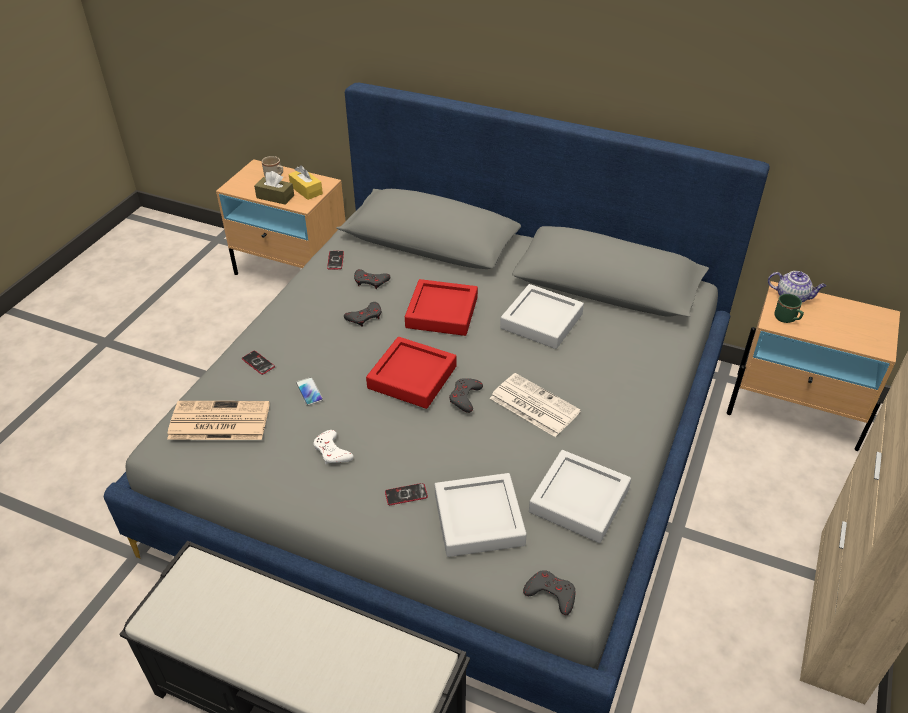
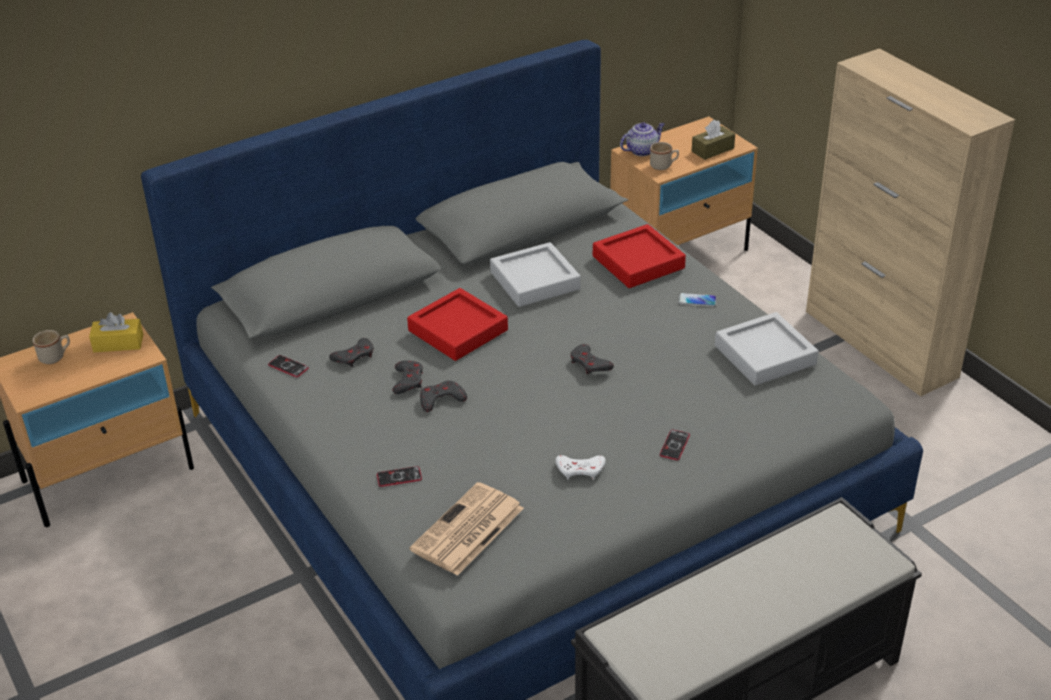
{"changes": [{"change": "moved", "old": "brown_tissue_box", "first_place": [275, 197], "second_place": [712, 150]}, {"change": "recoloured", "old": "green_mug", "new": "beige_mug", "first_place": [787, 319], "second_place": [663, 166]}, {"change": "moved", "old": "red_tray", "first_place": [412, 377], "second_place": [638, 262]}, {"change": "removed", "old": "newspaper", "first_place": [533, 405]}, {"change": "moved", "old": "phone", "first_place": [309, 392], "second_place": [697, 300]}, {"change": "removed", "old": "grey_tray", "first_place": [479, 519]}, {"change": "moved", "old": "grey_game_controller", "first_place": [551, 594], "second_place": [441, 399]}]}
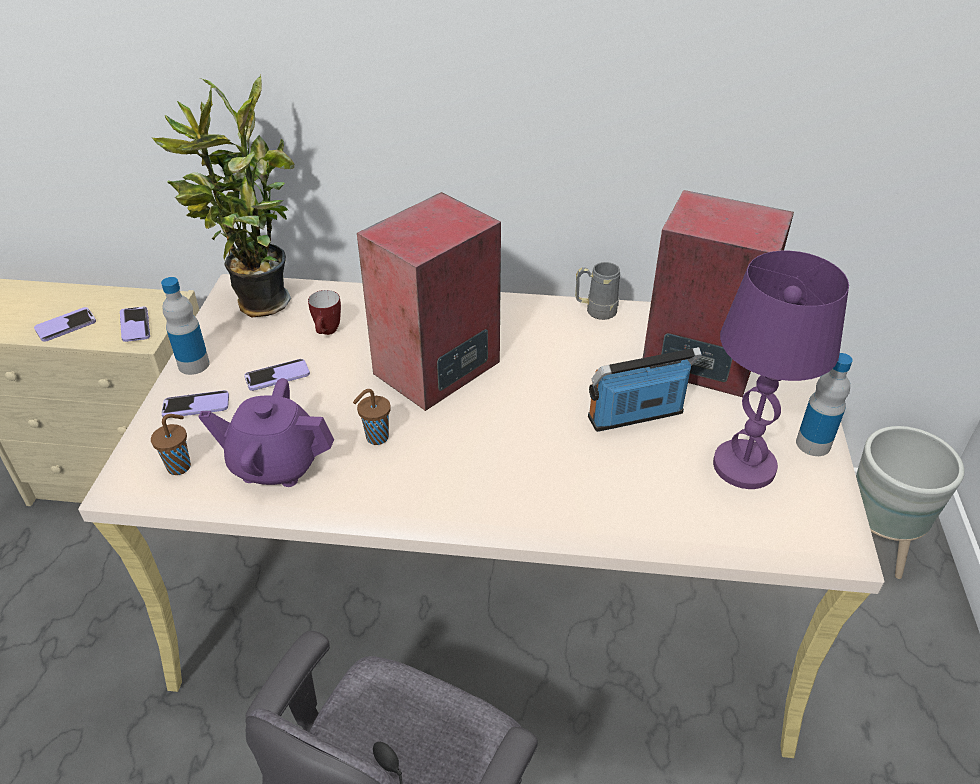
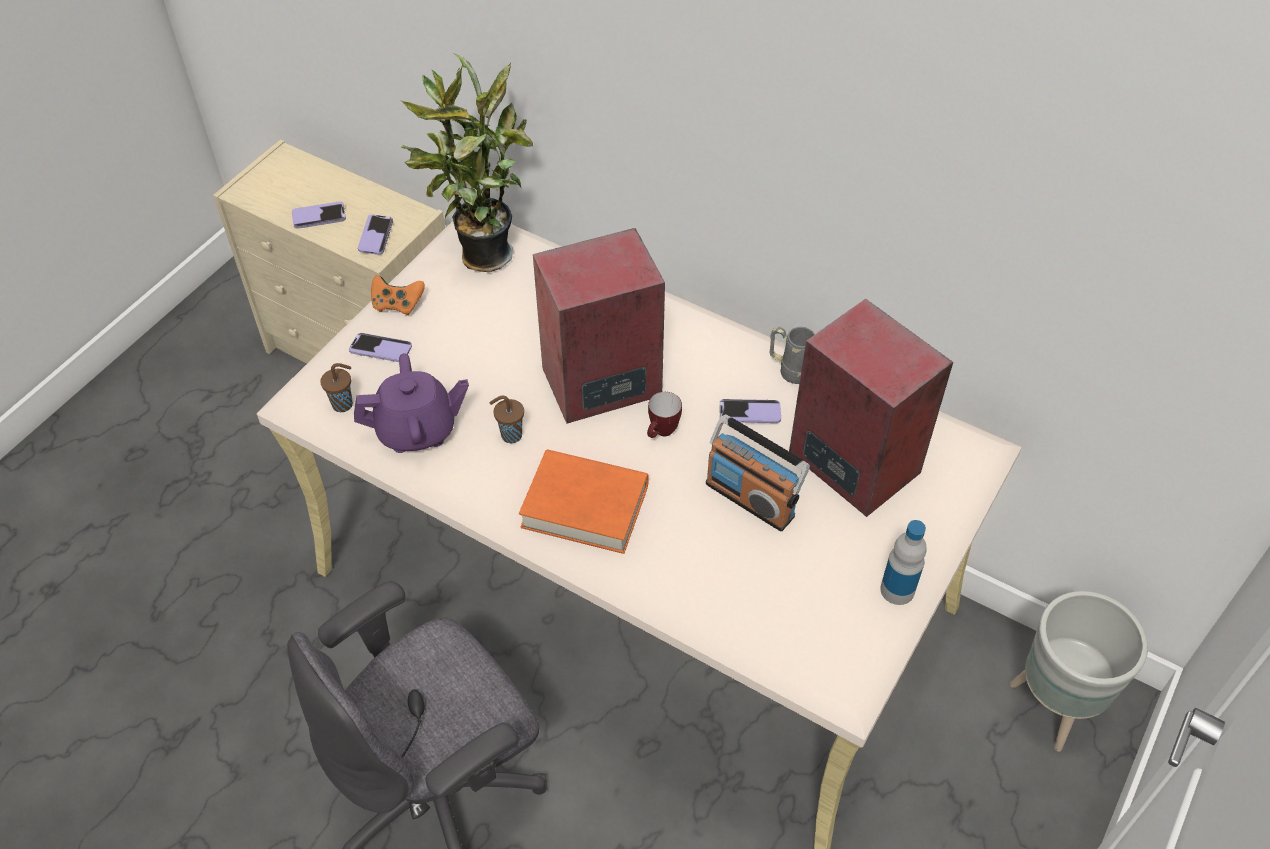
{"changes": [{"change": "removed", "old": "purple_table_lamp", "first_place": [745, 466]}, {"change": "replaced", "old": "bottle", "new": "orange_game_controller", "first_place": [194, 364], "second_place": [397, 304]}, {"change": "moved", "old": "mug", "first_place": [327, 333], "second_place": [662, 433]}, {"change": "turned", "old": "radio", "first_place": [636, 416], "second_place": [750, 499], "degrees": -150}, {"change": "moved", "old": "phone", "first_place": [277, 376], "second_place": [749, 412]}, {"change": "turned", "old": "purple_teapot", "first_place": [275, 464], "second_place": [417, 430], "degrees": 135}, {"change": "added", "new": "orange_book", "second_place": [585, 506]}]}
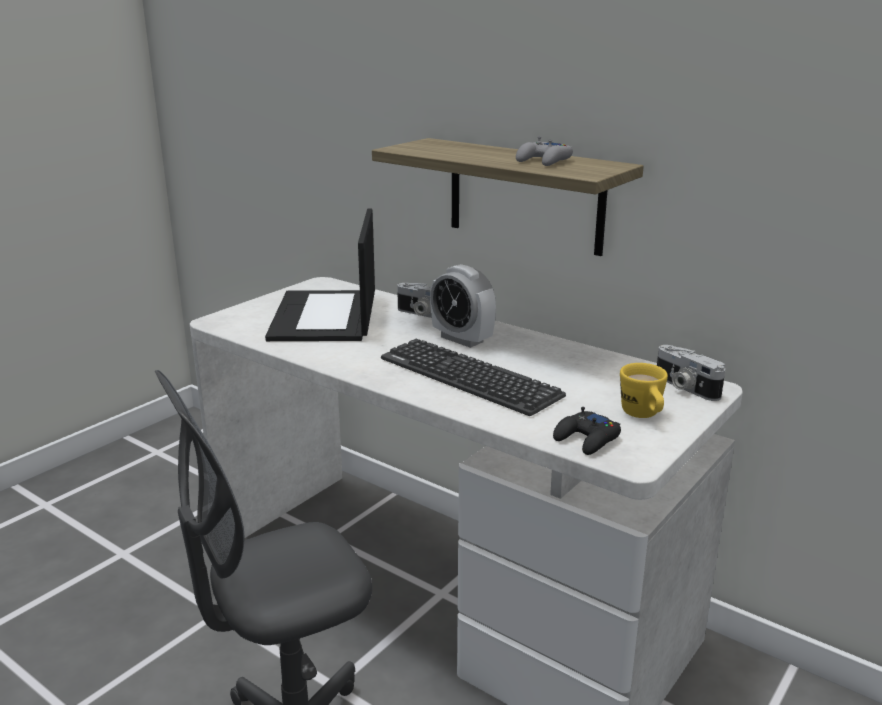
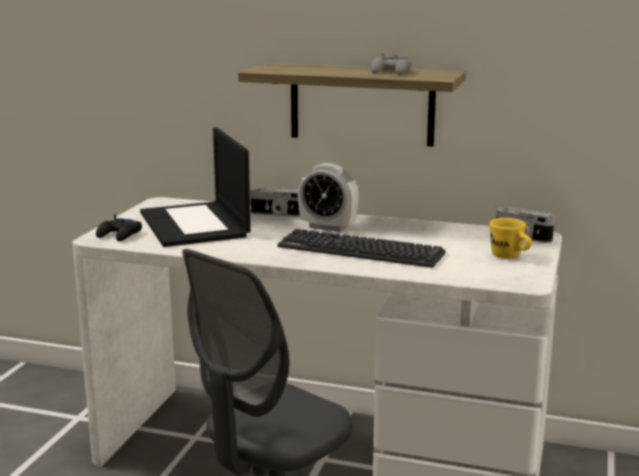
{"changes": [{"change": "moved", "old": "black_game_controller", "first_place": [587, 439], "second_place": [120, 235]}]}
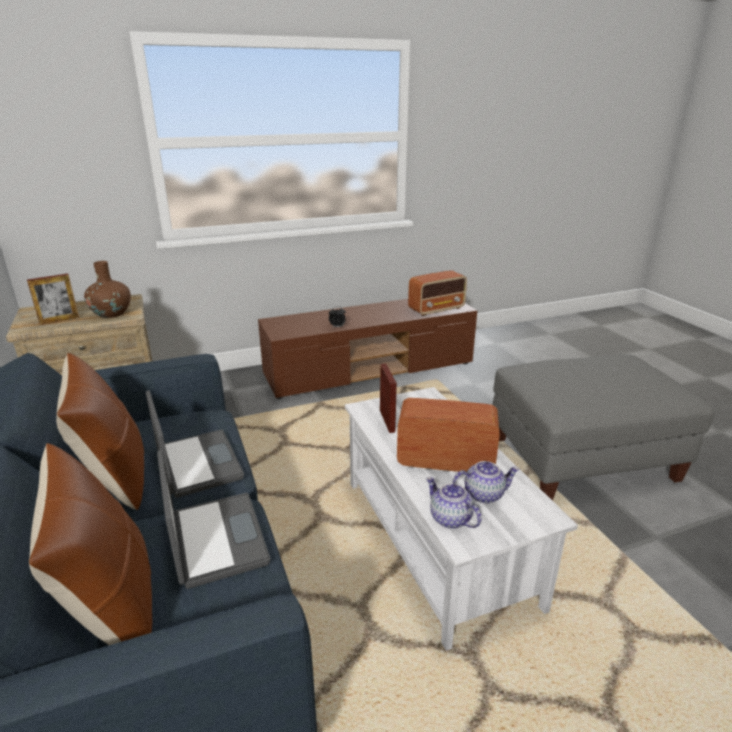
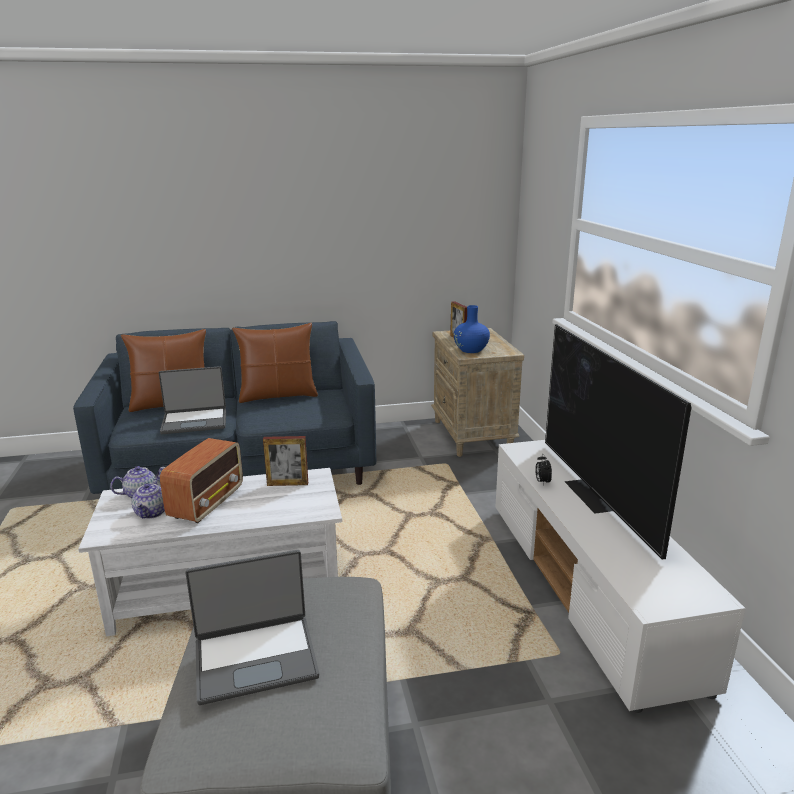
{"changes": [{"change": "recoloured", "old": "brown_vase", "new": "blue_vase", "first_place": [111, 313], "second_place": [471, 350]}, {"change": "removed", "old": "radio", "first_place": [437, 309]}, {"change": "recoloured", "old": "brown_tv_stand", "new": "white_tv_stand", "first_place": [370, 369], "second_place": [588, 588]}, {"change": "moved", "old": "laptop", "first_place": [197, 464], "second_place": [255, 658]}, {"change": "added", "new": "television", "second_place": [596, 495]}]}
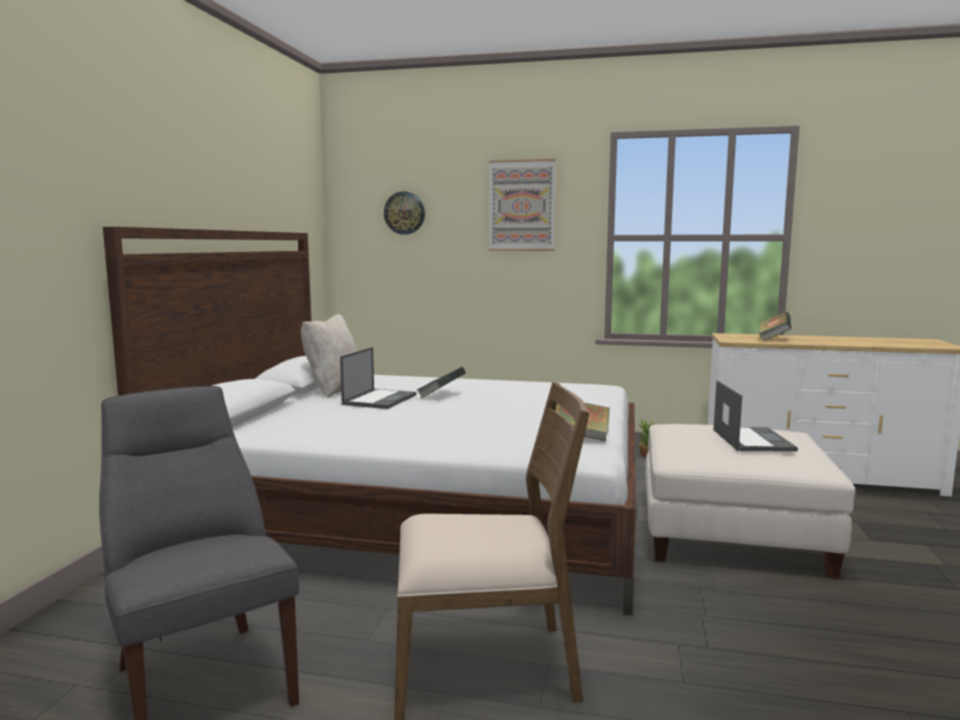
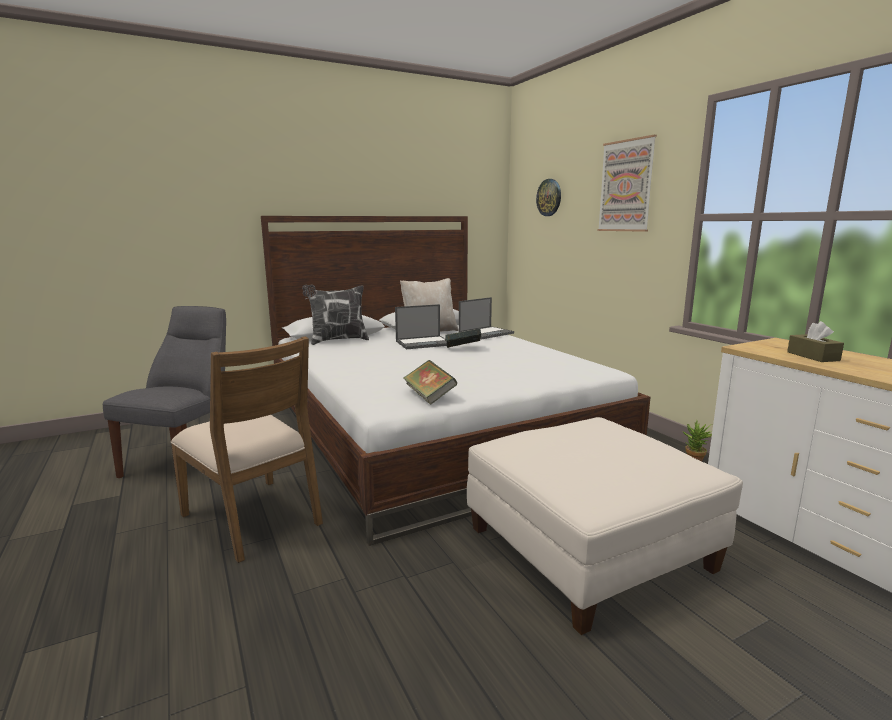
{"changes": [{"change": "replaced", "old": "book", "new": "brown_tissue_box", "first_place": [773, 339], "second_place": [813, 356]}, {"change": "moved", "old": "laptop", "first_place": [752, 440], "second_place": [486, 333]}, {"change": "added", "new": "pillow", "second_place": [337, 340]}]}
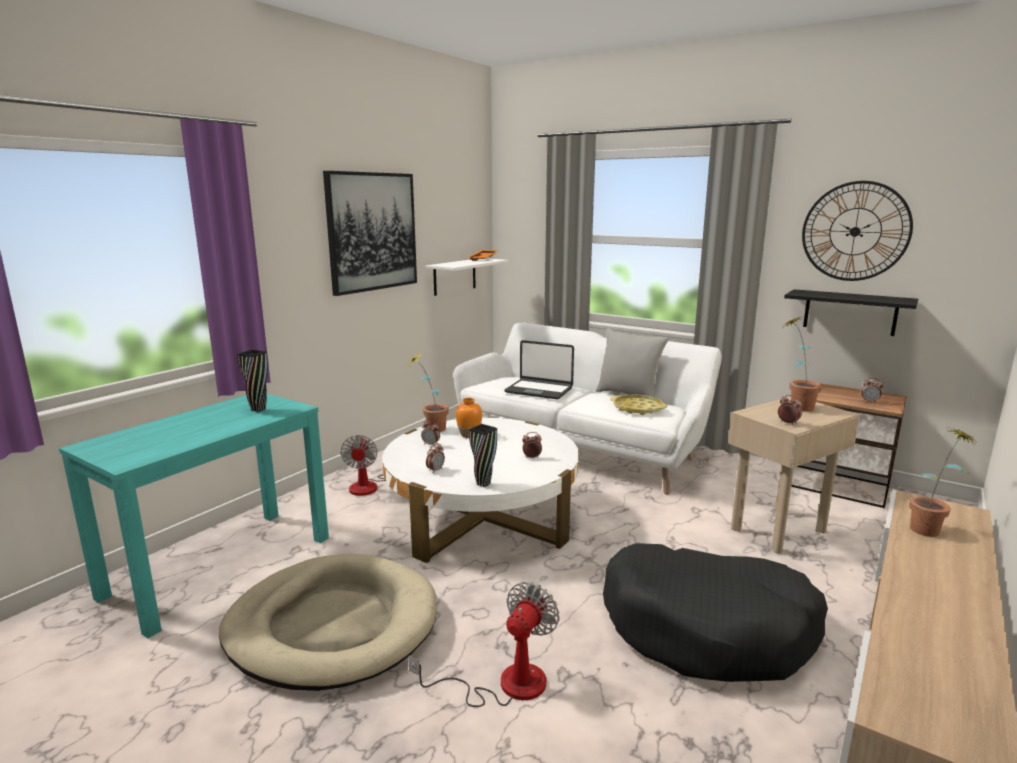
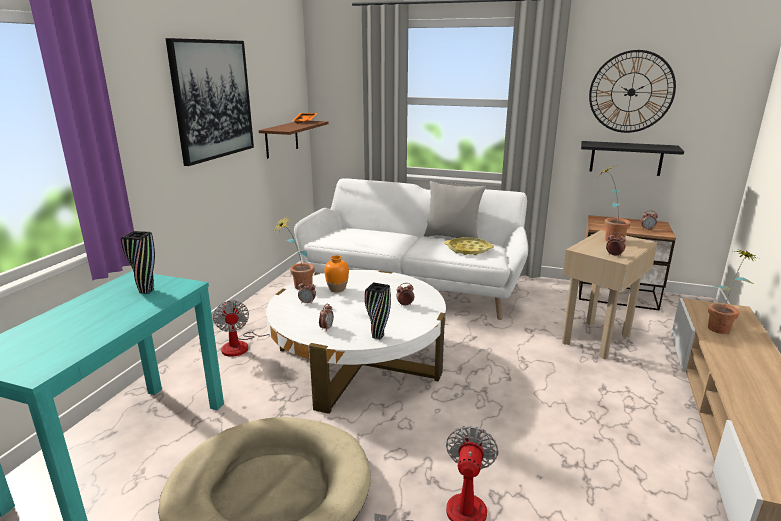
{"changes": [{"change": "recoloured", "old": "white_shelf", "new": "brown_shelf", "first_place": [454, 276], "second_place": [281, 139]}, {"change": "removed", "old": "laptop", "first_place": [539, 390]}, {"change": "removed", "old": "black_dog_bed", "first_place": [708, 629]}]}
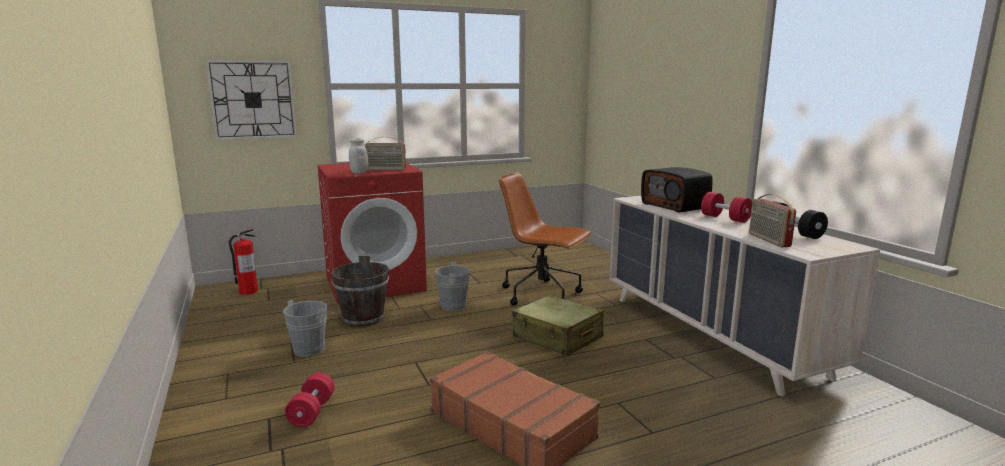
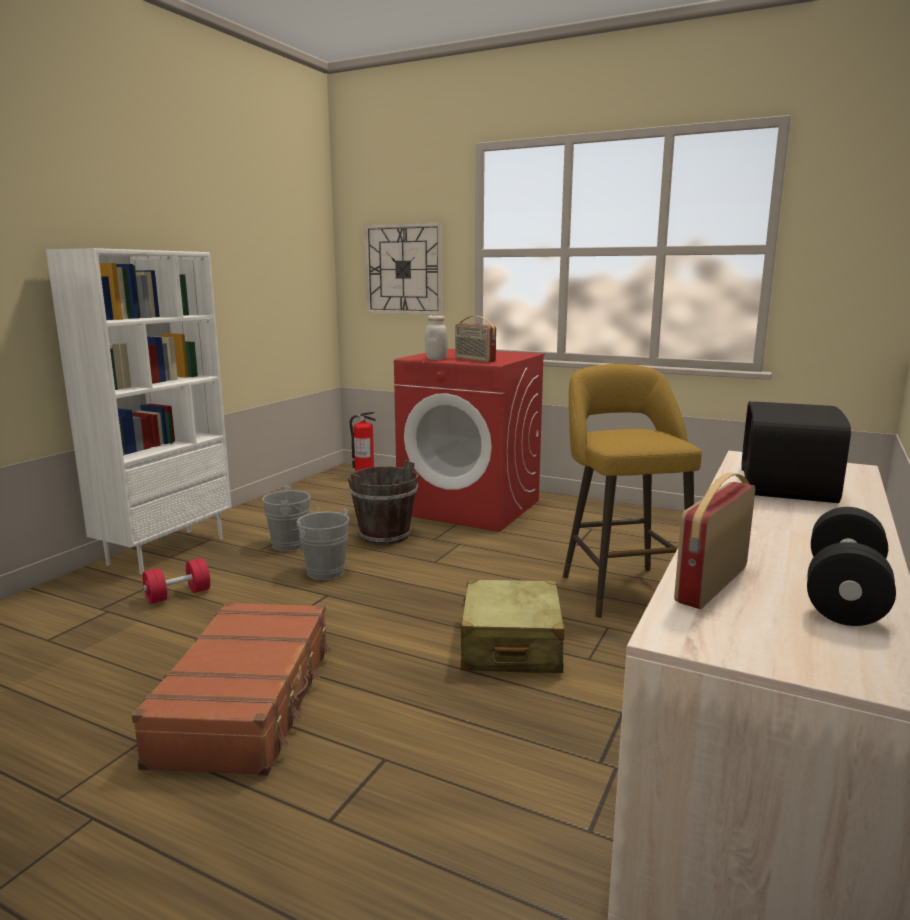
{"changes": [{"change": "replaced", "old": "brown_office_chair", "new": "yellow_stool", "first_place": [542, 294], "second_place": [621, 588]}, {"change": "removed", "old": "red_dumbbell", "first_place": [725, 218]}, {"change": "moved", "old": "grey_bucket", "first_place": [450, 306], "second_place": [323, 570]}, {"change": "added", "new": "white_bookcase", "second_place": [166, 550]}]}
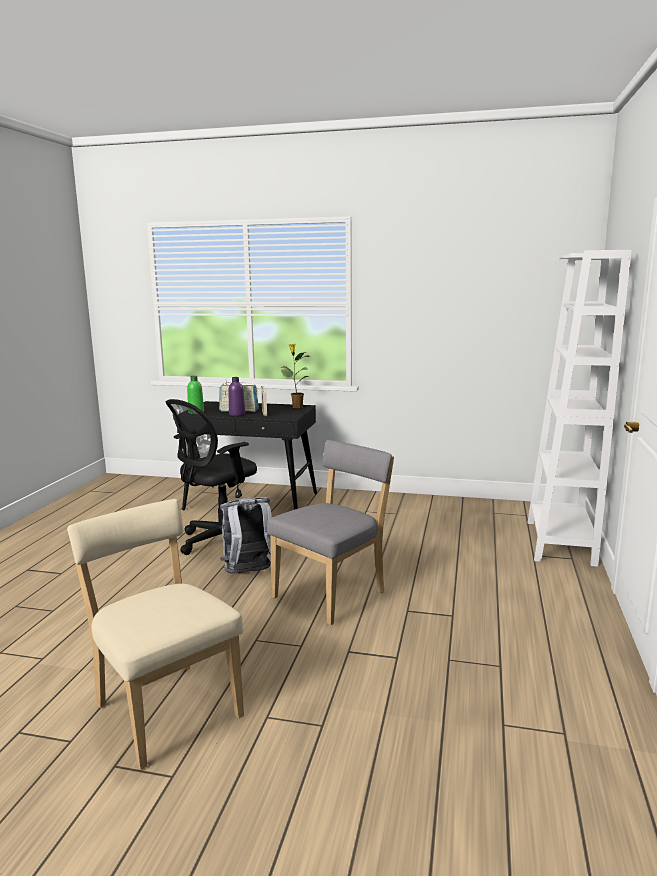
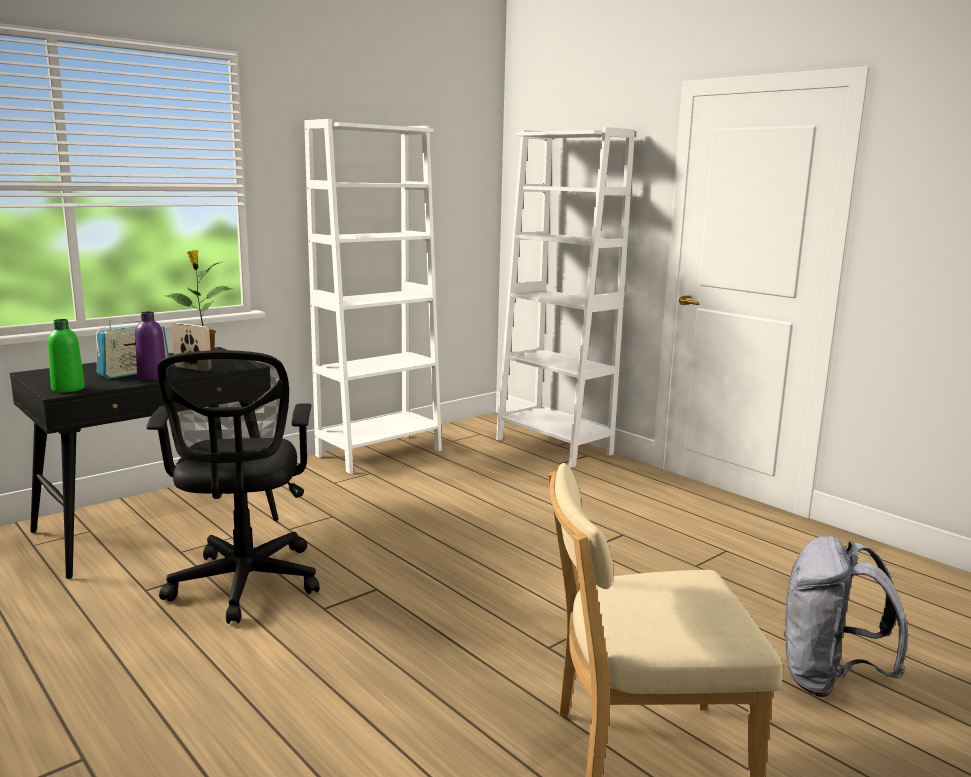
{"changes": [{"change": "removed", "old": "grey_chair", "first_place": [333, 593]}, {"change": "moved", "old": "grey_backpack", "first_place": [249, 573], "second_place": [828, 680]}, {"change": "added", "new": "white_bookcase", "second_place": [379, 453]}]}
